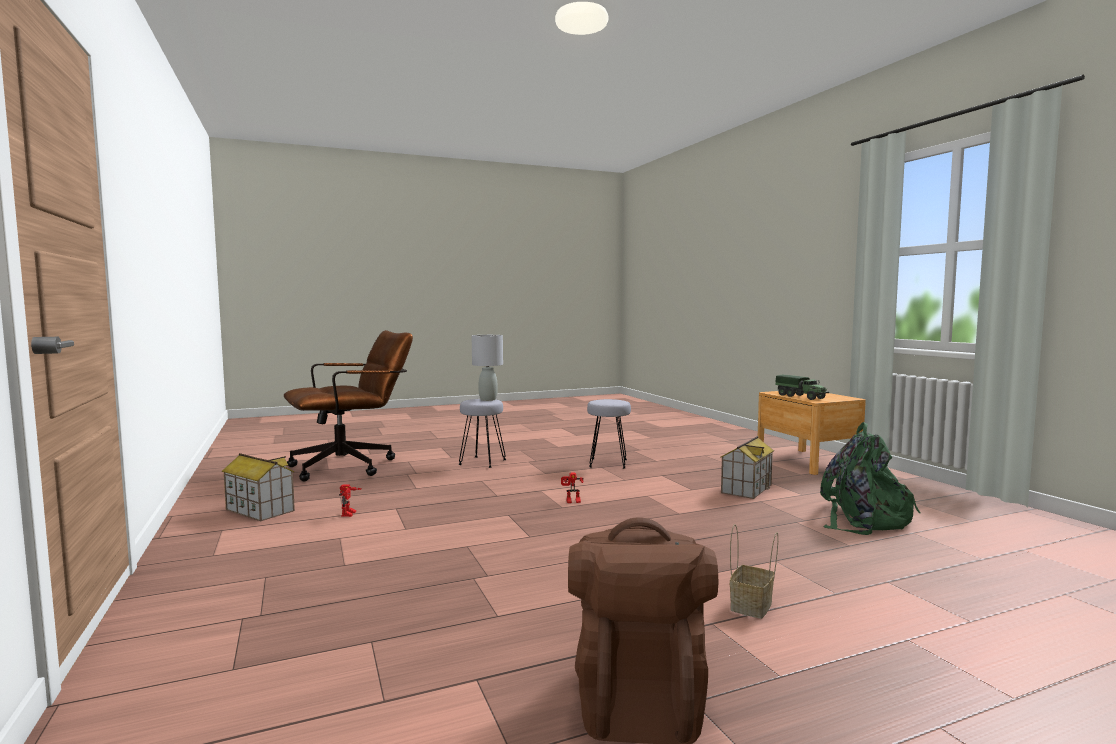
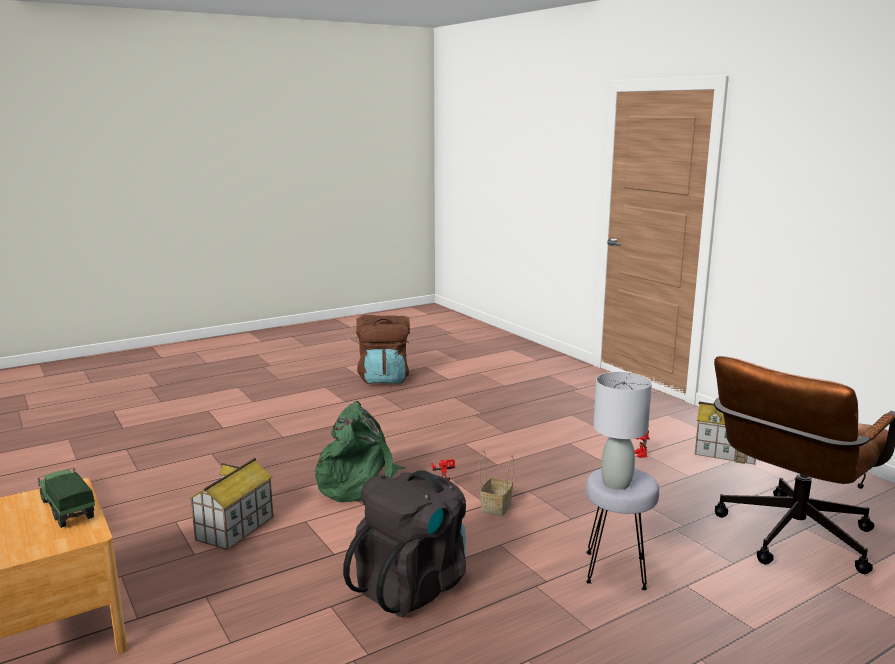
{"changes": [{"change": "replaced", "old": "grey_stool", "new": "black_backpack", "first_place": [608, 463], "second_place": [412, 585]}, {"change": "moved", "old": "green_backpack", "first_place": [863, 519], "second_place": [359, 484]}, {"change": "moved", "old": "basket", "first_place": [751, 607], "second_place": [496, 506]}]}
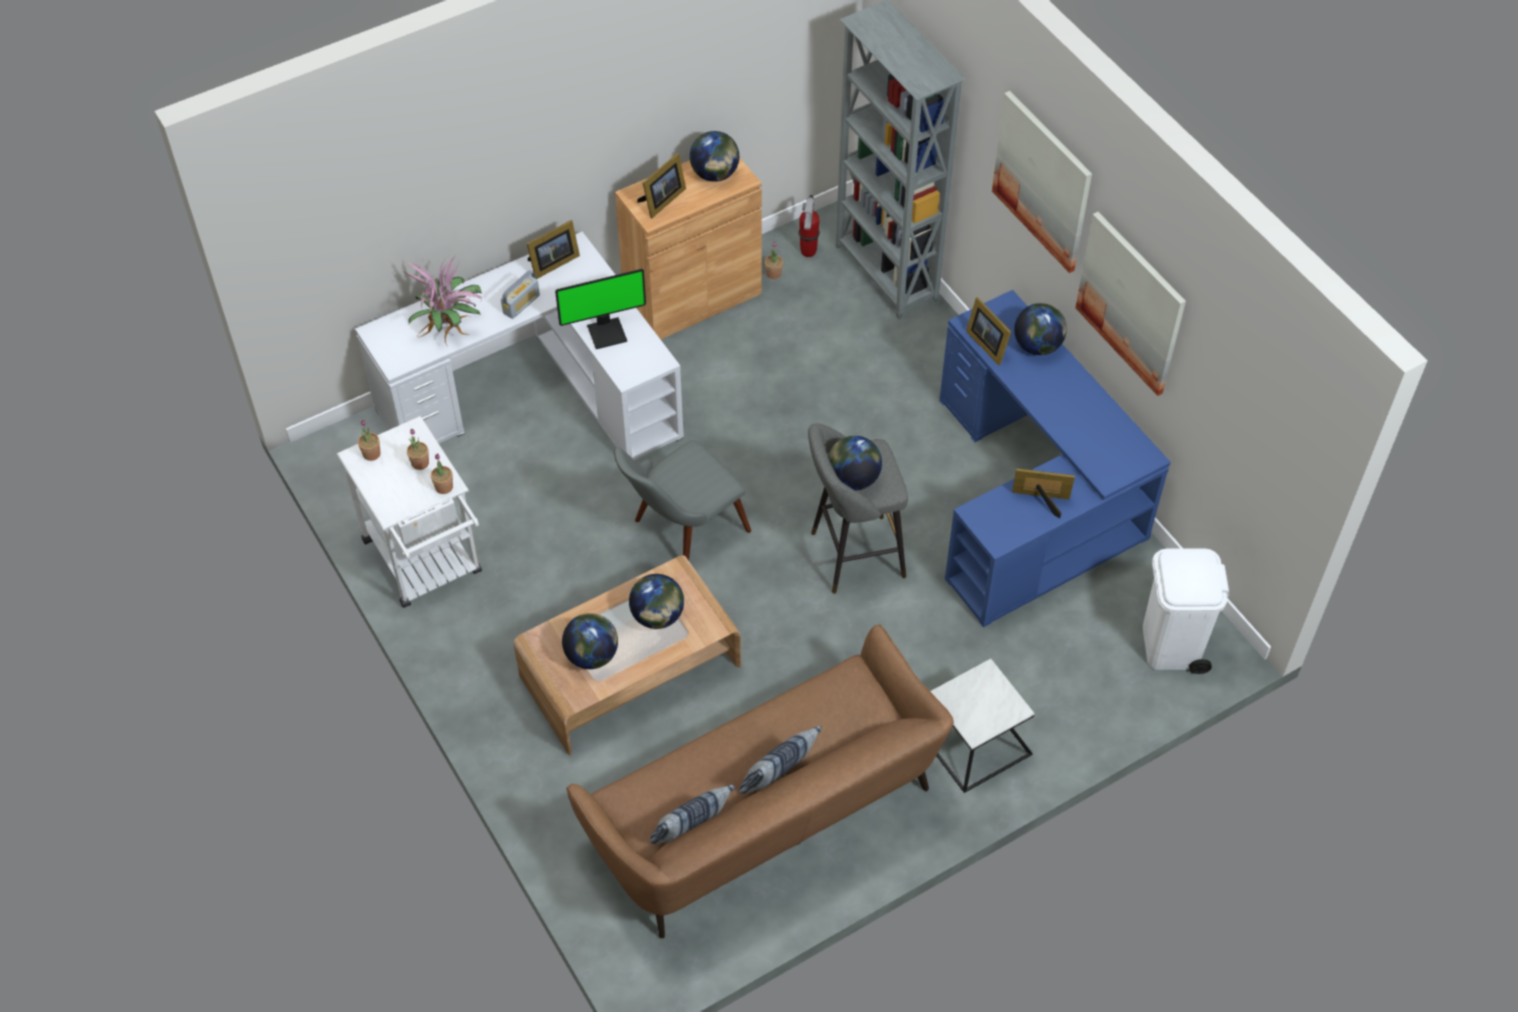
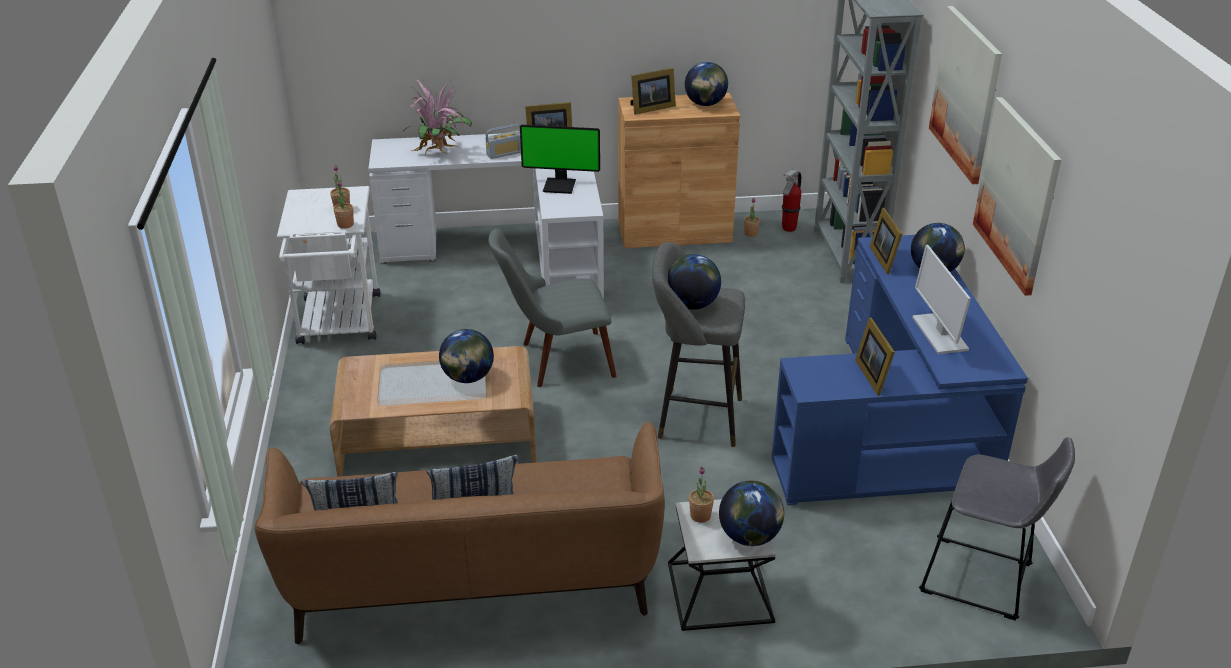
{"changes": [{"change": "moved", "old": "potted_plant", "first_place": [371, 454], "second_place": [700, 515]}, {"change": "turned", "old": "picture_frame", "first_place": [1042, 501], "second_place": [874, 375], "degrees": -135}, {"change": "replaced", "old": "white_trash_can", "new": "grey_stool", "first_place": [1171, 646], "second_place": [982, 581]}, {"change": "moved", "old": "globe", "first_place": [592, 655], "second_place": [750, 536]}, {"change": "added", "new": "monitor", "second_place": [939, 333]}]}
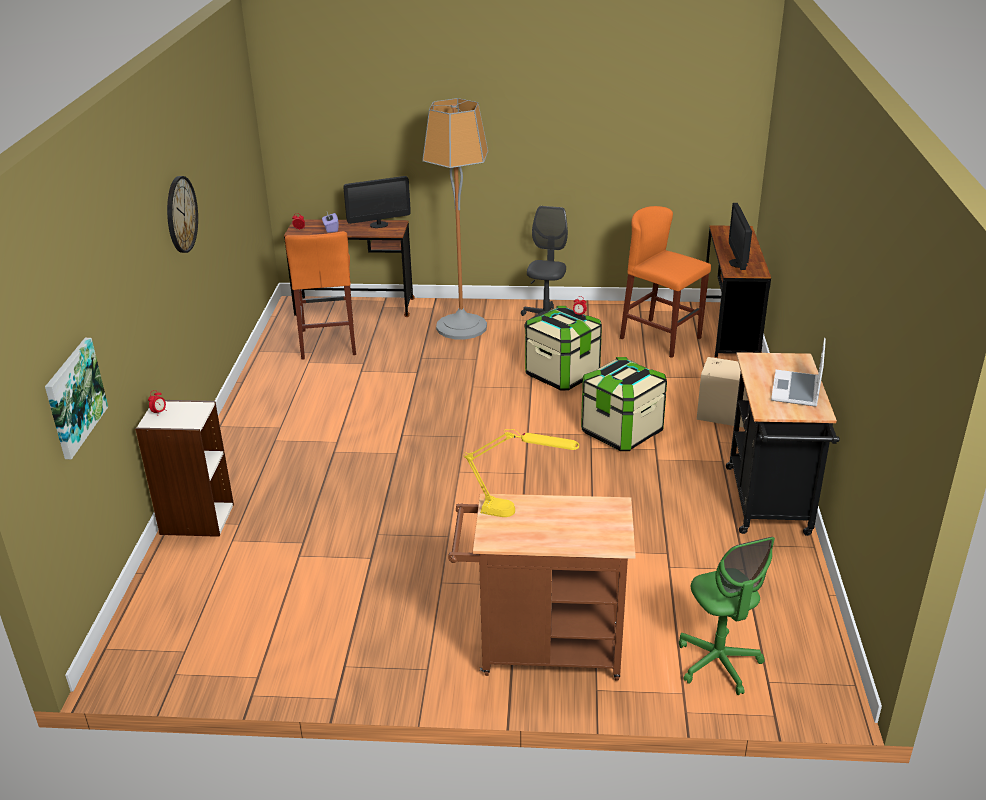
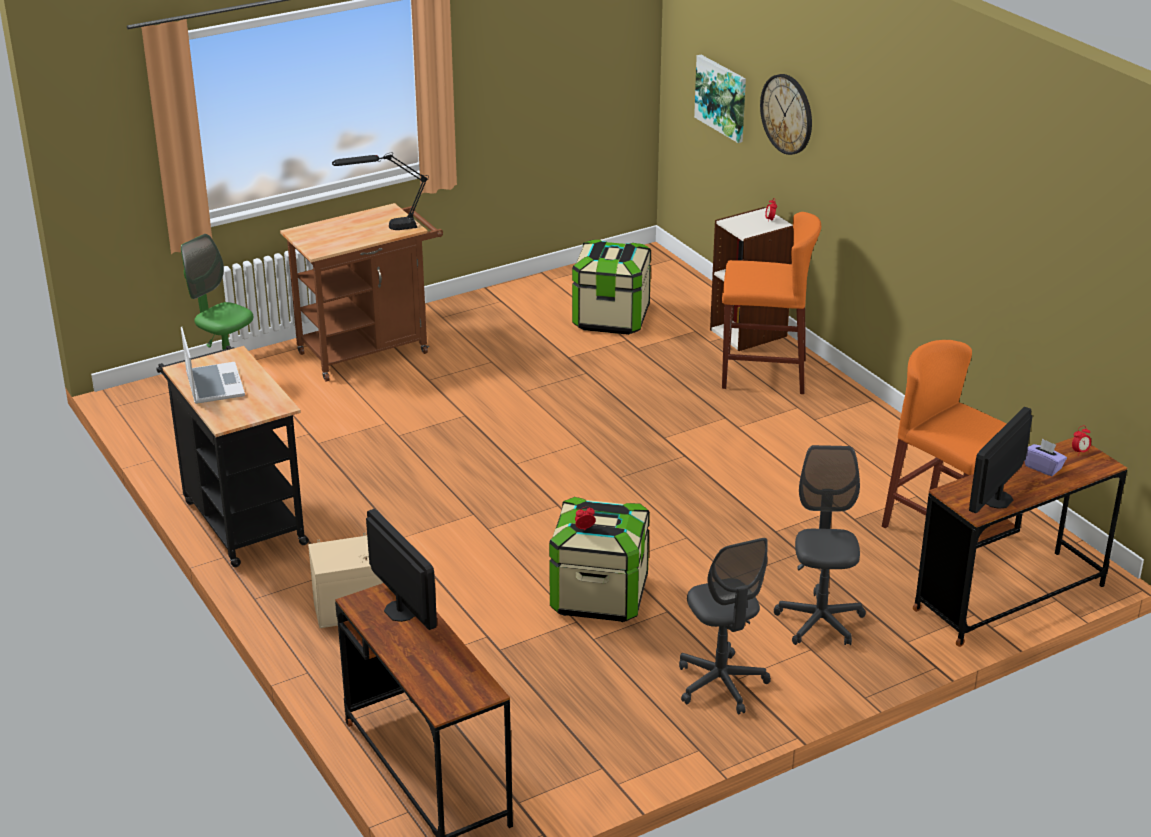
{"changes": [{"change": "replaced", "old": "floor_lamp", "new": "grey_office_chair", "first_place": [461, 327], "second_place": [819, 622]}, {"change": "moved", "old": "wall_clock", "first_place": [181, 214], "second_place": [787, 114]}, {"change": "moved", "old": "orange_stool", "first_place": [660, 338], "second_place": [763, 374]}, {"change": "moved", "old": "storage_box", "first_place": [621, 432], "second_place": [611, 318]}, {"change": "recoloured", "old": "yellow_table_lamp", "new": "black_table_lamp", "first_place": [520, 513], "second_place": [384, 228]}]}
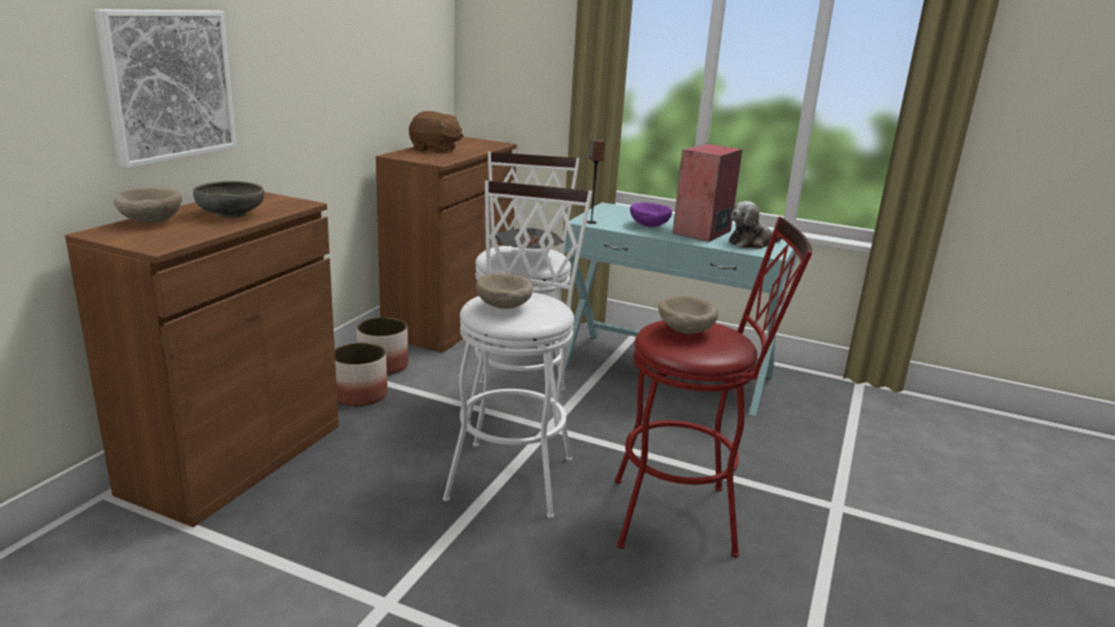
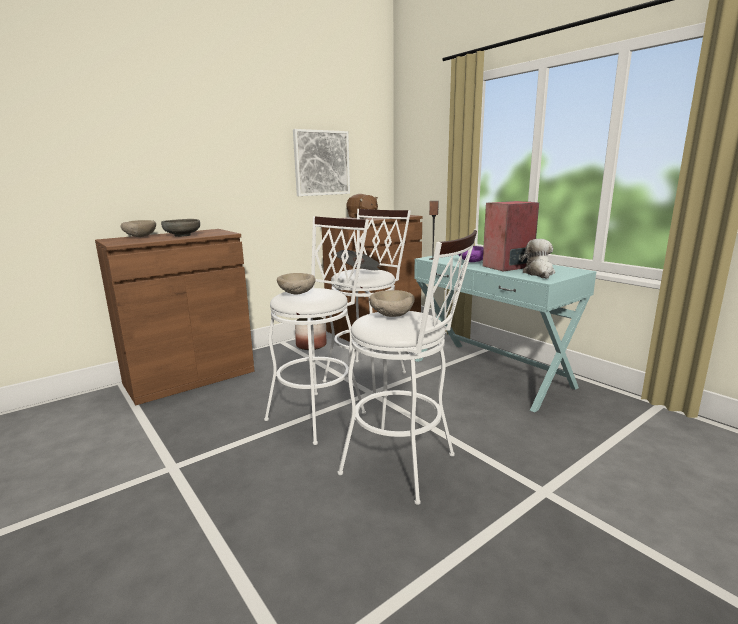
{"changes": [{"change": "moved", "old": "picture", "first_place": [169, 85], "second_place": [321, 163]}, {"change": "turned", "old": "plush_toy", "first_place": [752, 243], "second_place": [539, 273], "degrees": 90}, {"change": "recoloured", "old": "red_stool", "new": "white_stool", "first_place": [686, 517], "second_place": [406, 467]}, {"change": "removed", "old": "planter", "first_place": [359, 395]}]}
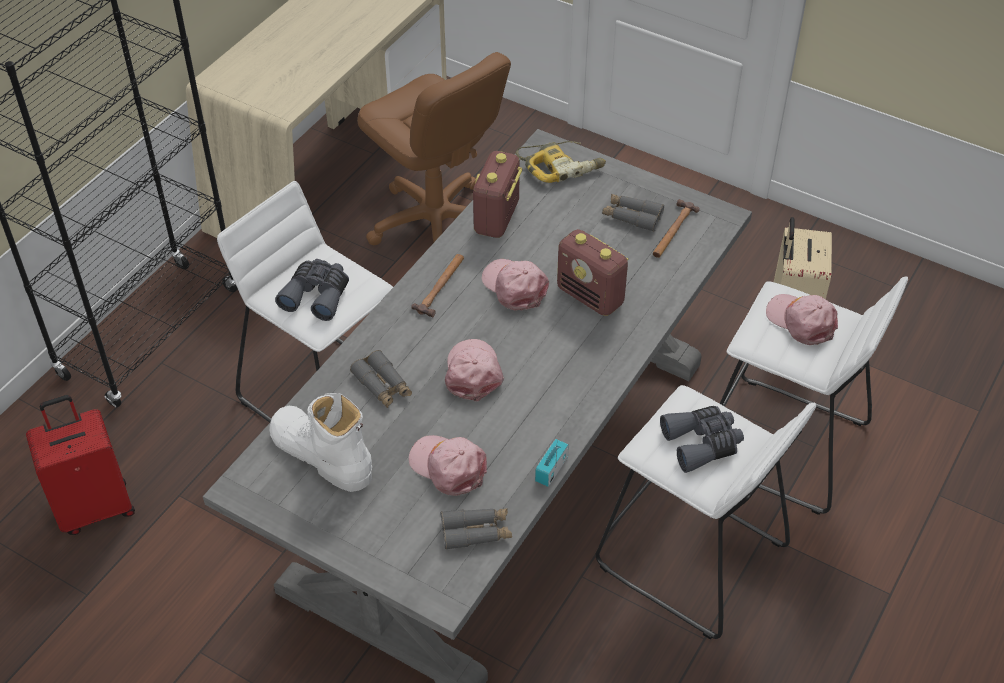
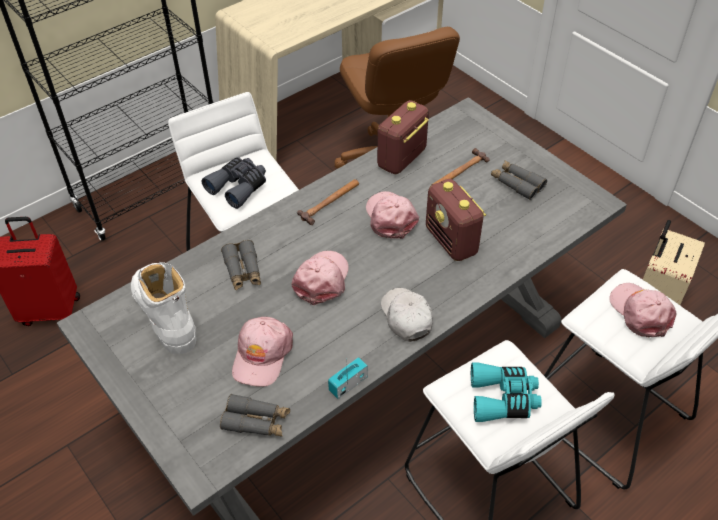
{"changes": [{"change": "removed", "old": "power_drill", "first_place": [561, 166]}, {"change": "moved", "old": "hammer", "first_place": [672, 231], "second_place": [458, 172]}, {"change": "recoloured", "old": "grey_binoculars", "new": "turquoise_binoculars", "first_place": [702, 443], "second_place": [503, 398]}, {"change": "turned", "old": "pink_cap", "first_place": [448, 467], "second_place": [262, 355], "degrees": -135}, {"change": "added", "new": "white_cap", "second_place": [406, 317]}]}
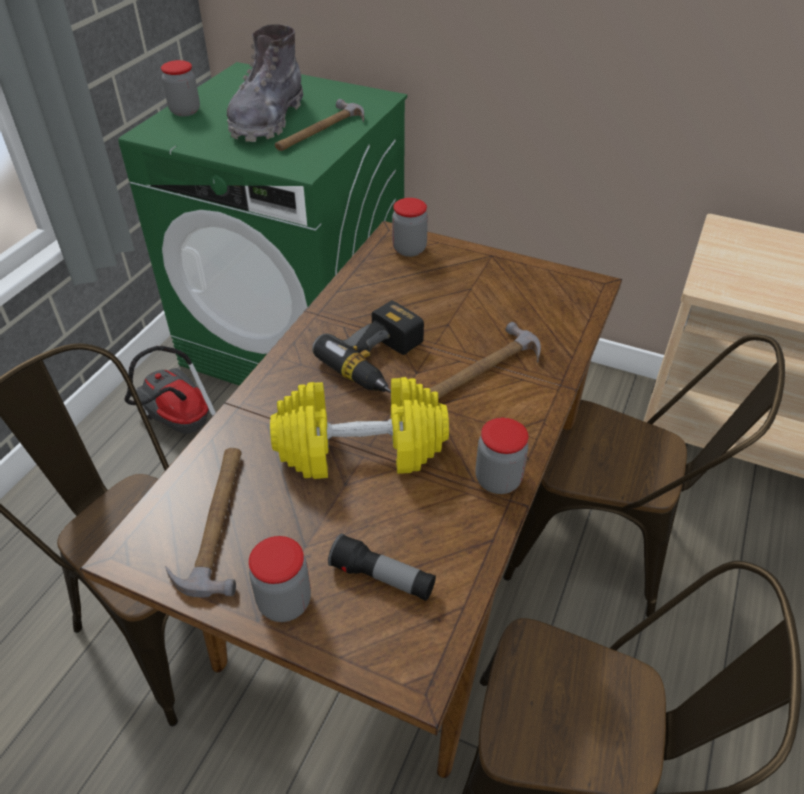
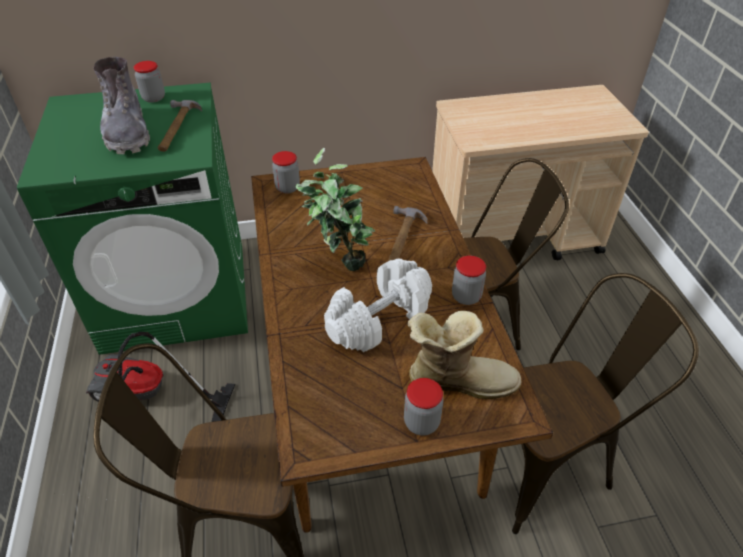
{"changes": [{"change": "moved", "old": "jar", "first_place": [185, 111], "second_place": [154, 98]}, {"change": "replaced", "old": "power_drill", "new": "potted_plant", "first_place": [381, 362], "second_place": [339, 264]}, {"change": "recoloured", "old": "yellow_dumbbell", "new": "white_dumbbell", "first_place": [361, 449], "second_place": [379, 319]}, {"change": "removed", "old": "hammer", "first_place": [217, 520]}, {"change": "replaced", "old": "flashlight", "new": "boot", "first_place": [382, 578], "second_place": [458, 379]}]}
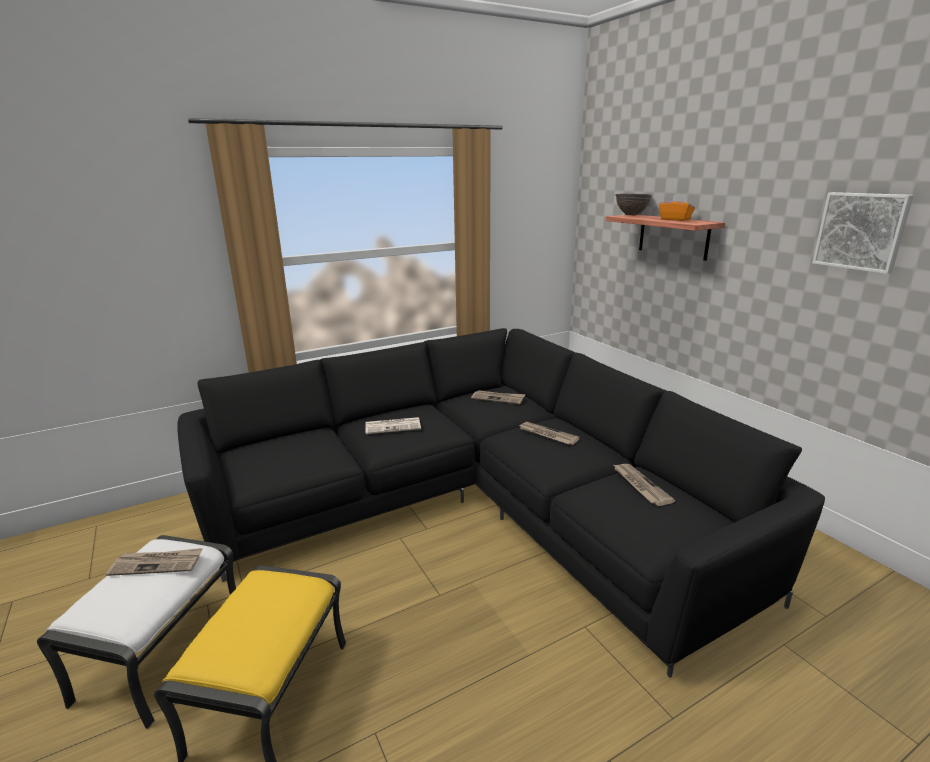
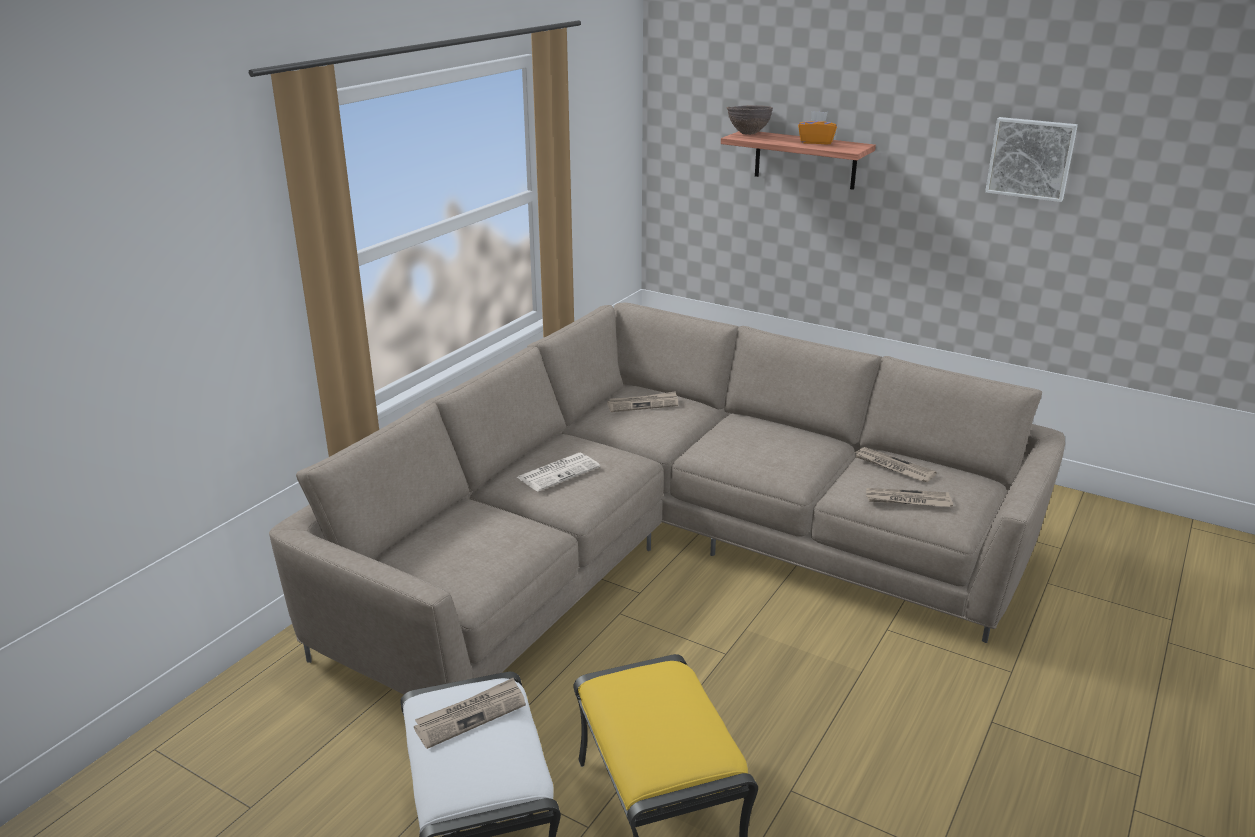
{"changes": [{"change": "recoloured", "old": "black_sofa", "new": "beige_sofa", "first_place": [474, 507], "second_place": [668, 551]}, {"change": "moved", "old": "newspaper", "first_place": [547, 435], "second_place": [907, 500]}]}
